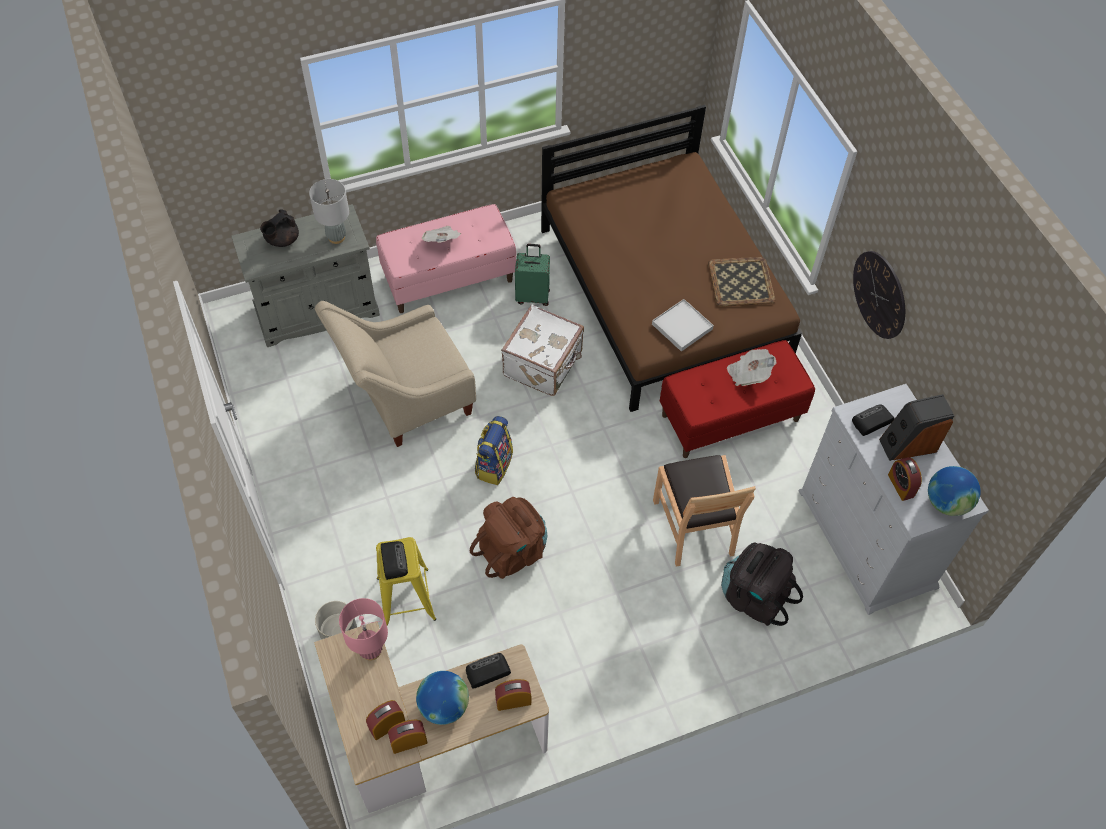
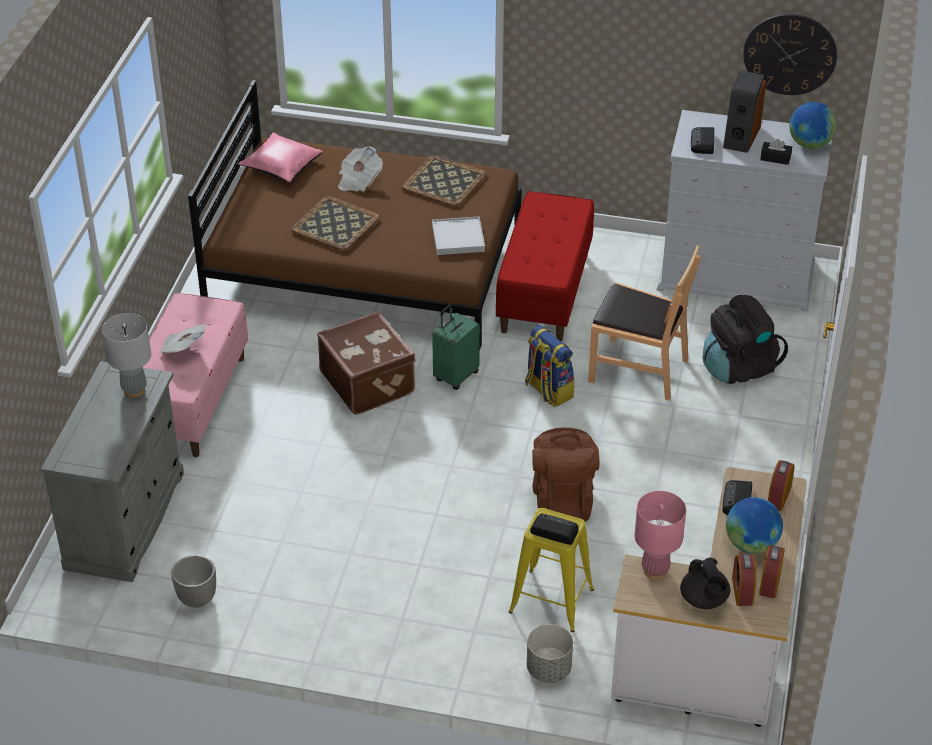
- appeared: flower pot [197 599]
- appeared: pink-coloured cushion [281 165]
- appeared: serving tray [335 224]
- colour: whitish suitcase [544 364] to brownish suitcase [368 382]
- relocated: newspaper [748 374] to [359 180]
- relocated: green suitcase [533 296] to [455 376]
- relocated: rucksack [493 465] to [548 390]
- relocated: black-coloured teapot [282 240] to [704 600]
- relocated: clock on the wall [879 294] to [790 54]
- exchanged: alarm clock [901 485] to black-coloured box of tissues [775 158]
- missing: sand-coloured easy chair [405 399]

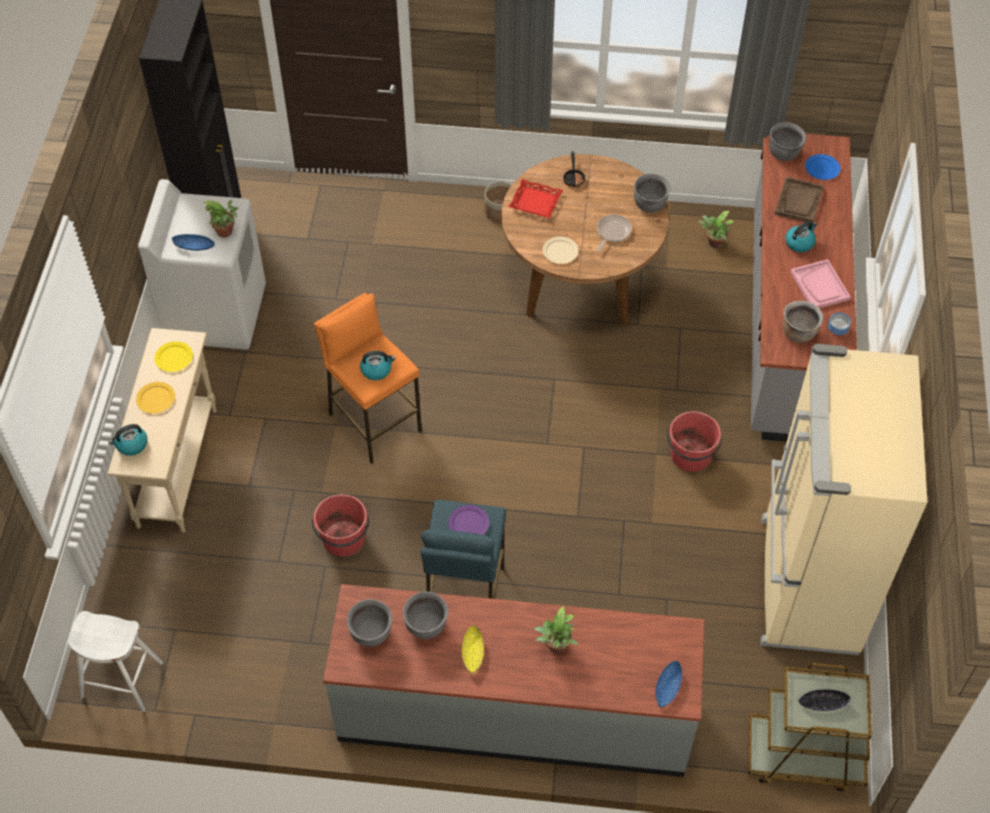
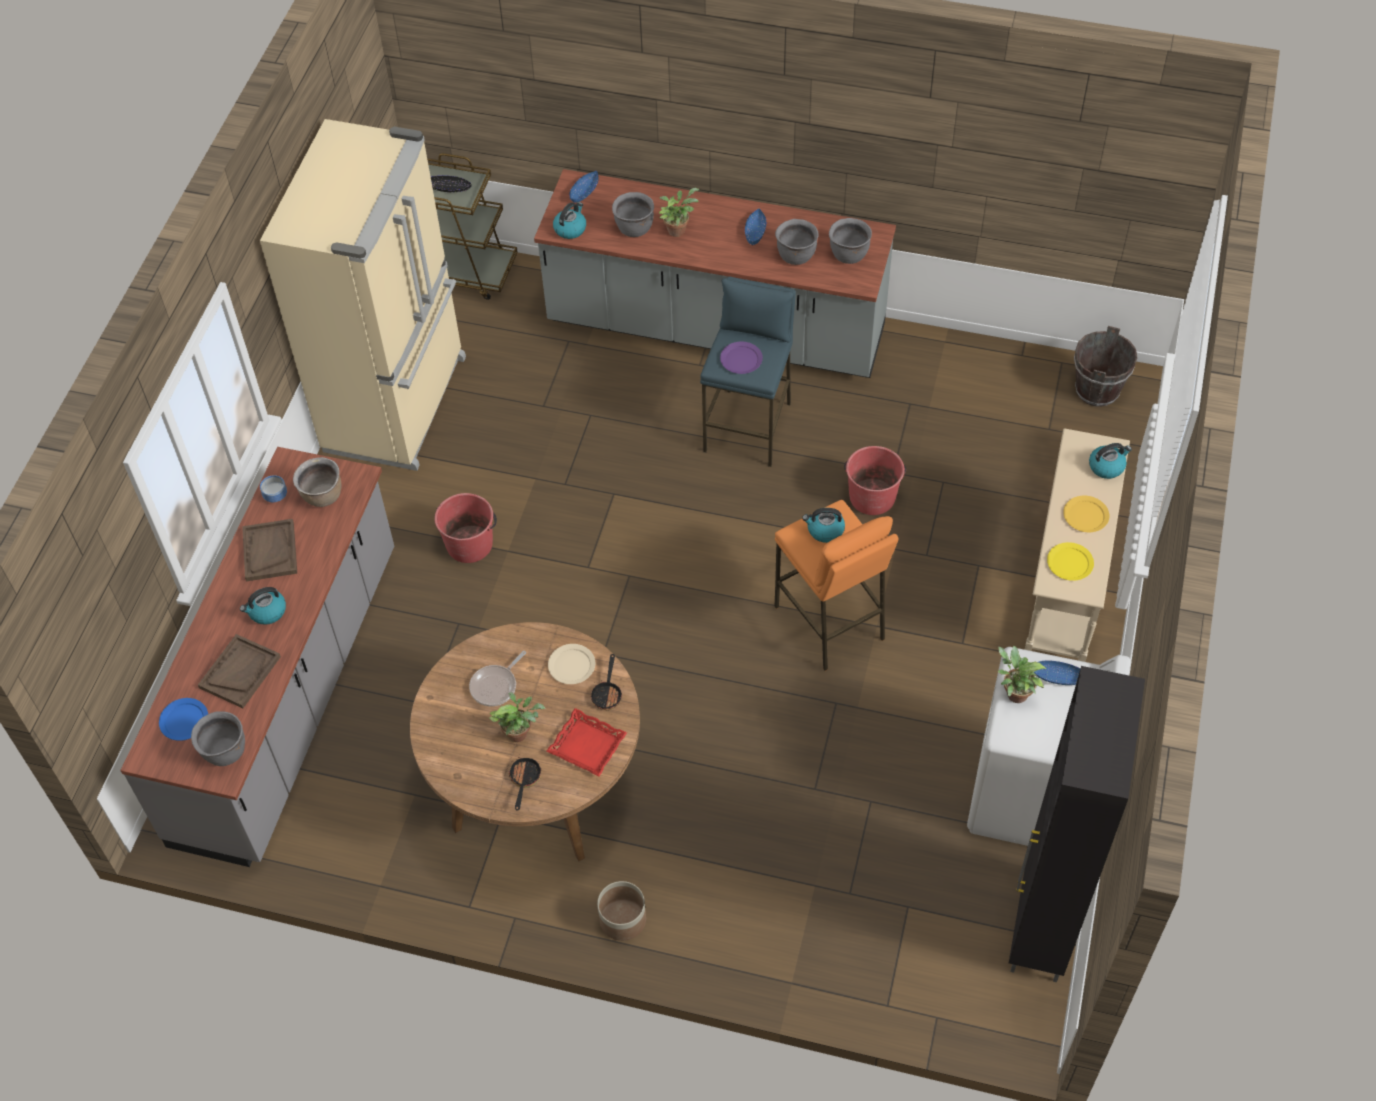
- colour: pink-coloured serving tray [820 286] to brownish serving tray [270 551]
- relocated: plant in a pot [713 244] to [520 732]
- appeared: tea kettle [570 228]
- appeared: pan [607 693]
- relocated: gray stockpot [650 205] to [634 228]
- colour: yellow-coloured serving bowl [473 653] to blue-coloured serving bowl [755 231]
- exchanged: whitish sitting stool [122 680] to brownish pail [1097 390]

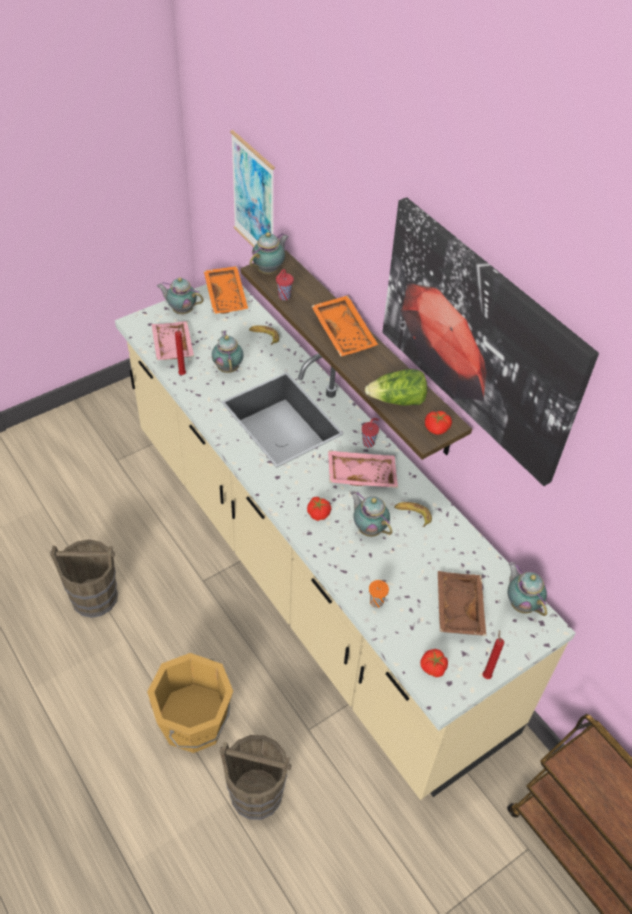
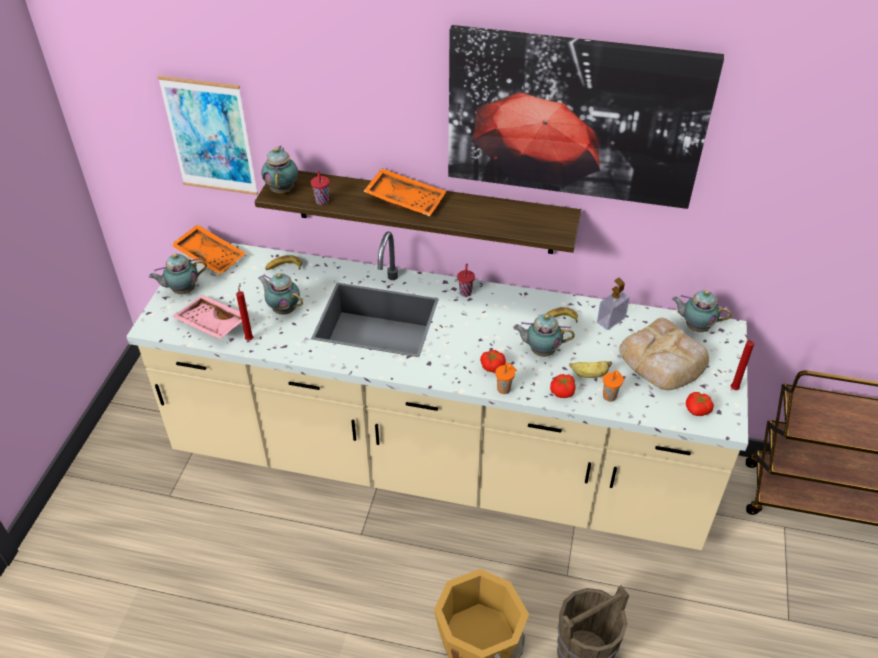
- appeared: orangey cup [504 389]
- relocated: fresh tomato [437 428] to [562 392]
- appeared: banana fruit [589 375]
- appeared: soap dispenser [611 320]
- exchanged: brownish serving tray [457 608] to baked bread [663 360]
- missing: brownish pail [94 597]
- missing: pink-coloured serving tray [361 474]
- missing: lettuce [397 400]

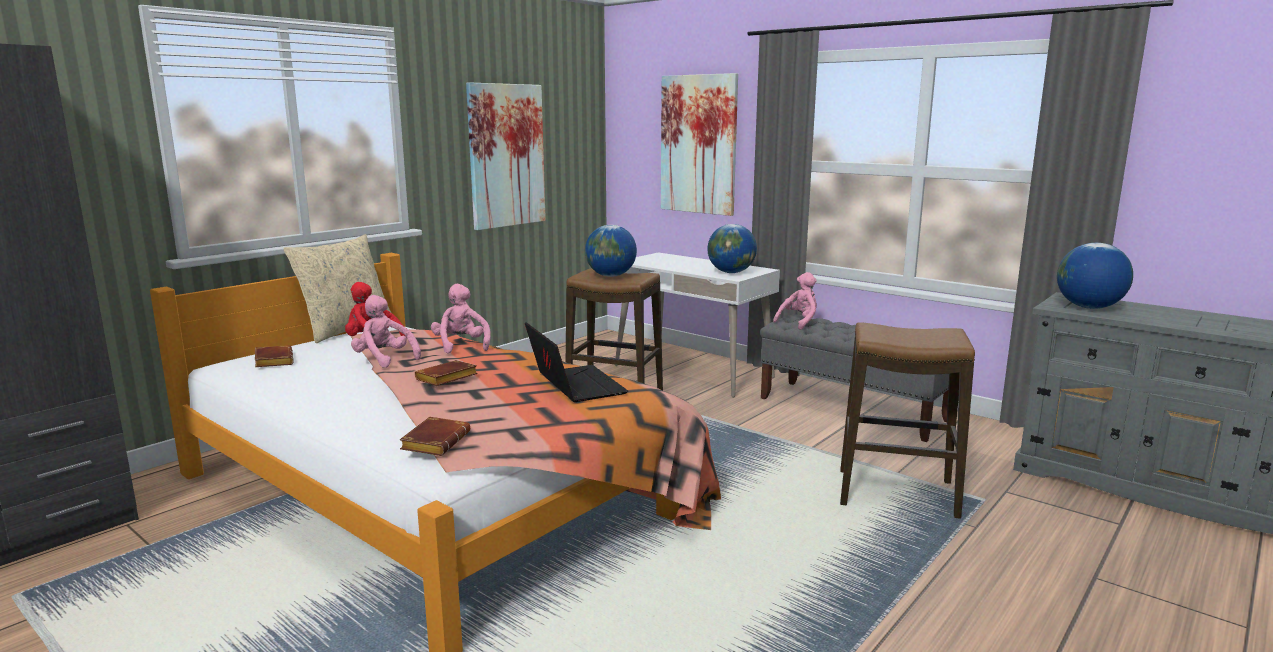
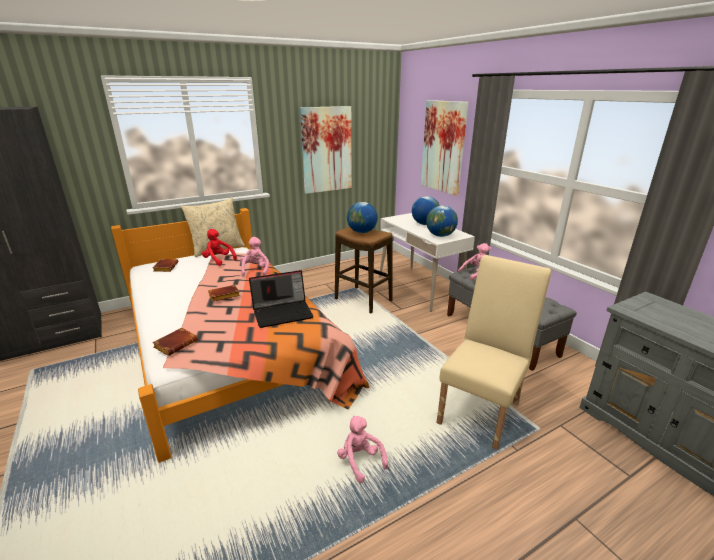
- spun: laptop [574 385] = [283 312] 75 degrees clockwise
- relocated: pink-coloured cuddly toy [384 359] to [360 460]
- relocated: world globe [1088 307] to [425 224]
- exchanged: sitting stool [897 493] to sand-coloured plain chair [482 409]

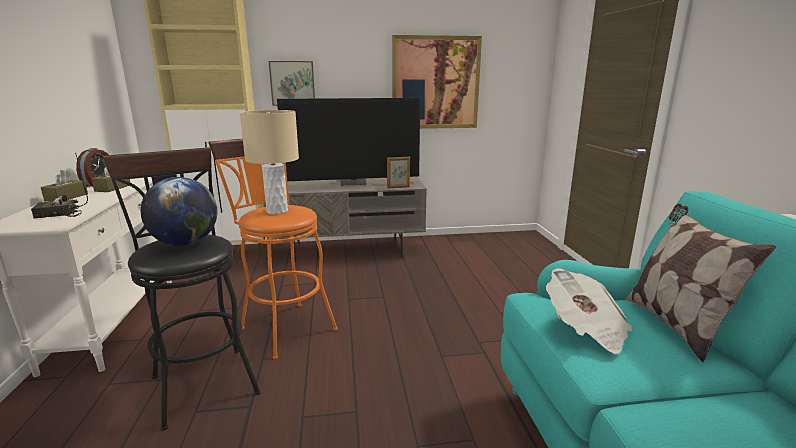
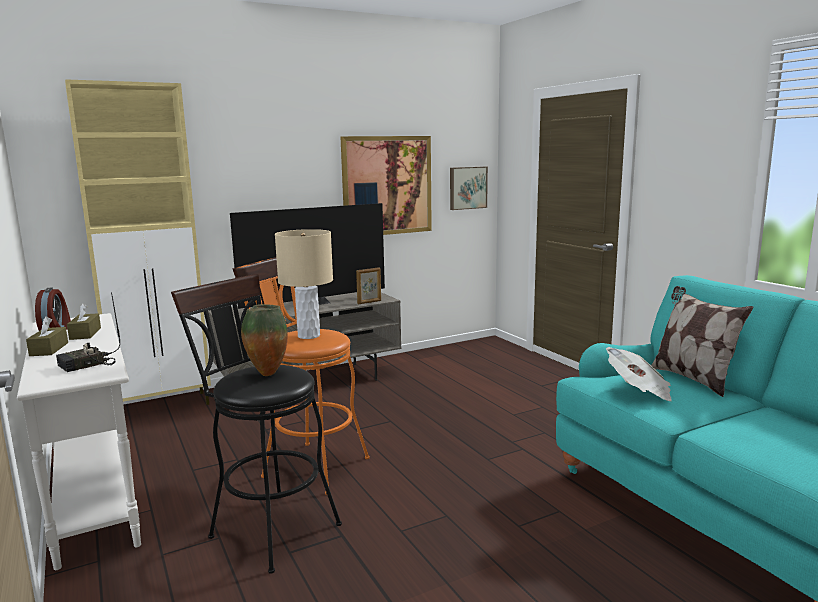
- exchanged: world globe [185 243] to decorative vase [267 374]
- relocated: picture [292 83] to [467 188]

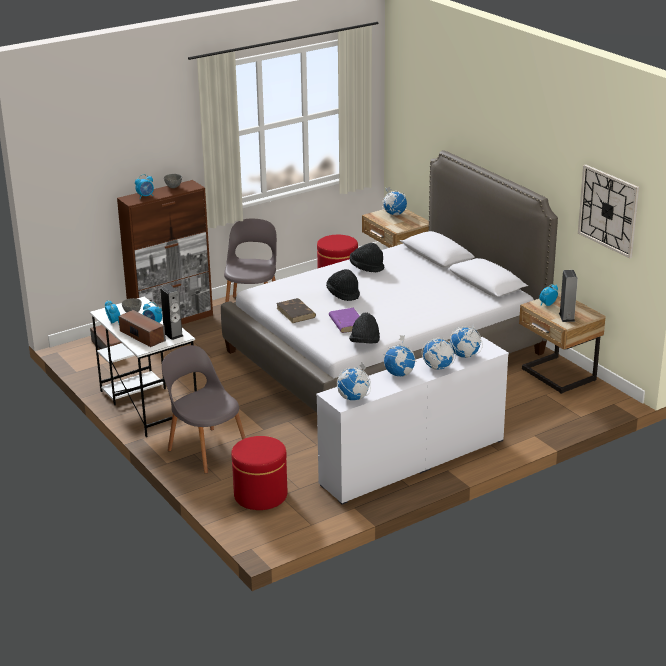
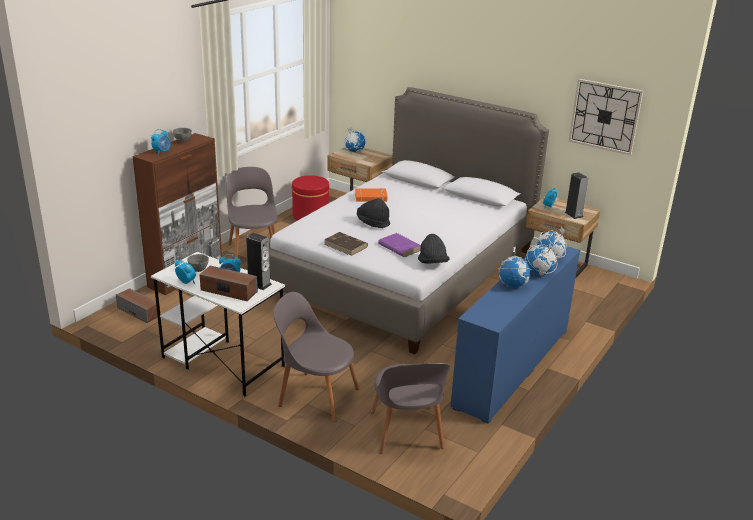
- exchanged: black-coloured hat [366 268] to orangey volume [371 198]
- exchanged: red-coloured footrest [260 495] to gray plain chair [406 433]
- colour: whitish dresser [412 461] to blue-coloured dresser [512 366]
- missing: world globe [353 398]

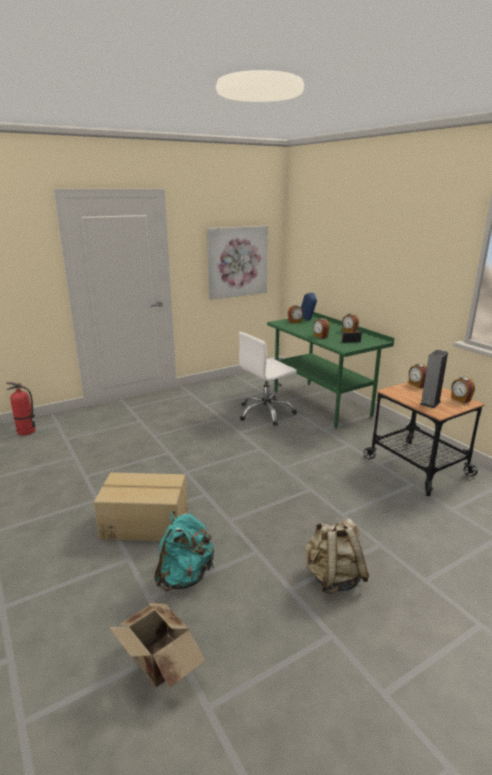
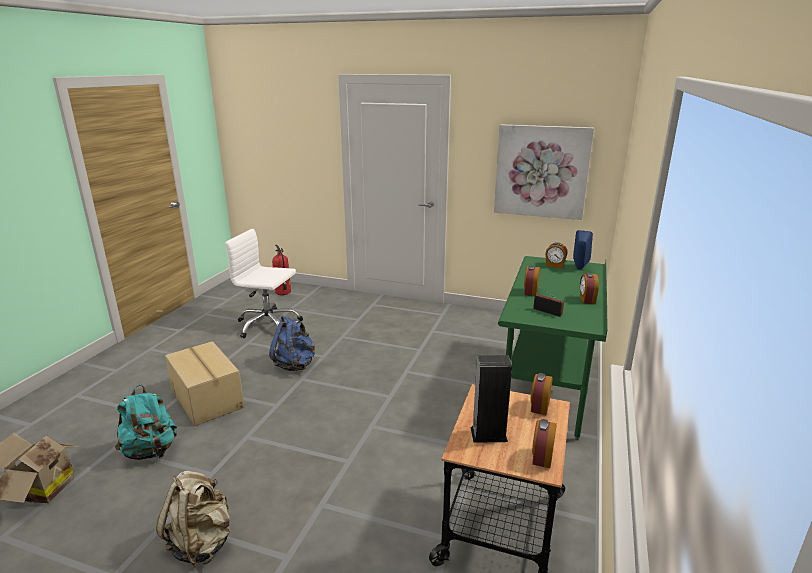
- relocated: whitish office chair [266 413] to [268 325]
- appeared: blue-coloured rucksack [295 365]

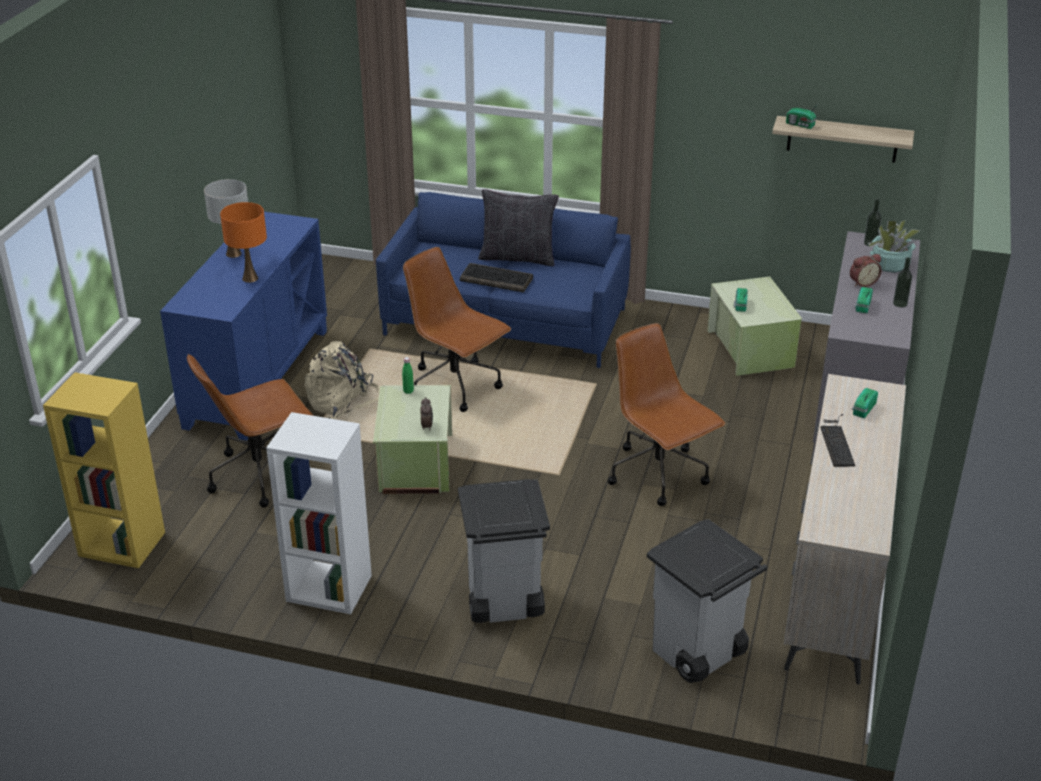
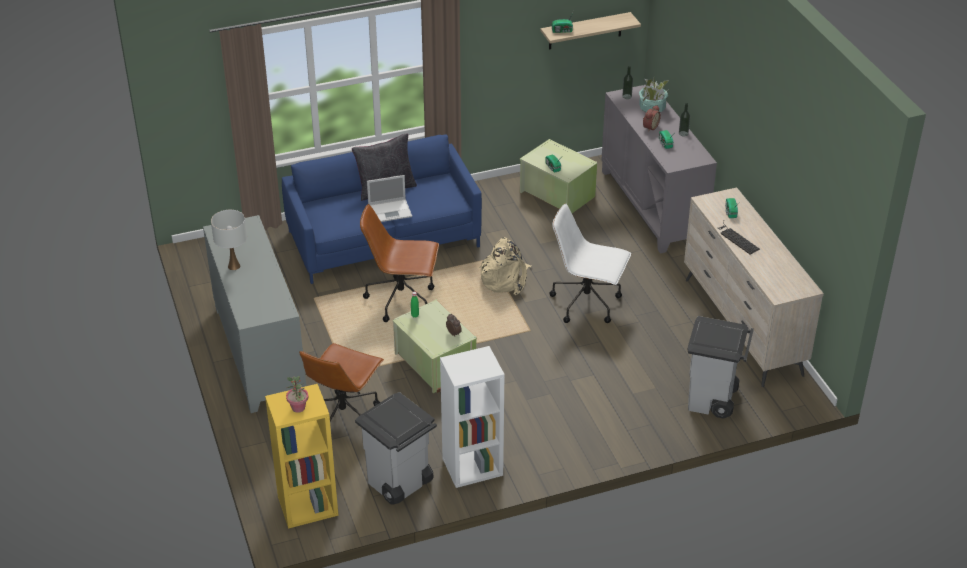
- colour: blue-coloured storage cabinet [257 377] to gray storage cabinet [258 353]
- appeared: plant in a pot [298 408]
- relocated: gray waste bin [503 603] to [399 484]
- exchanged: PC keyboard [497 279] to laptop [391 211]
- relocated: sand-coloured rucksack [343 400] to [505 279]
- colour: brownish office chair [659 474] to whitish office chair [587 303]
- missing: orangey lamp for a table [250 278]

